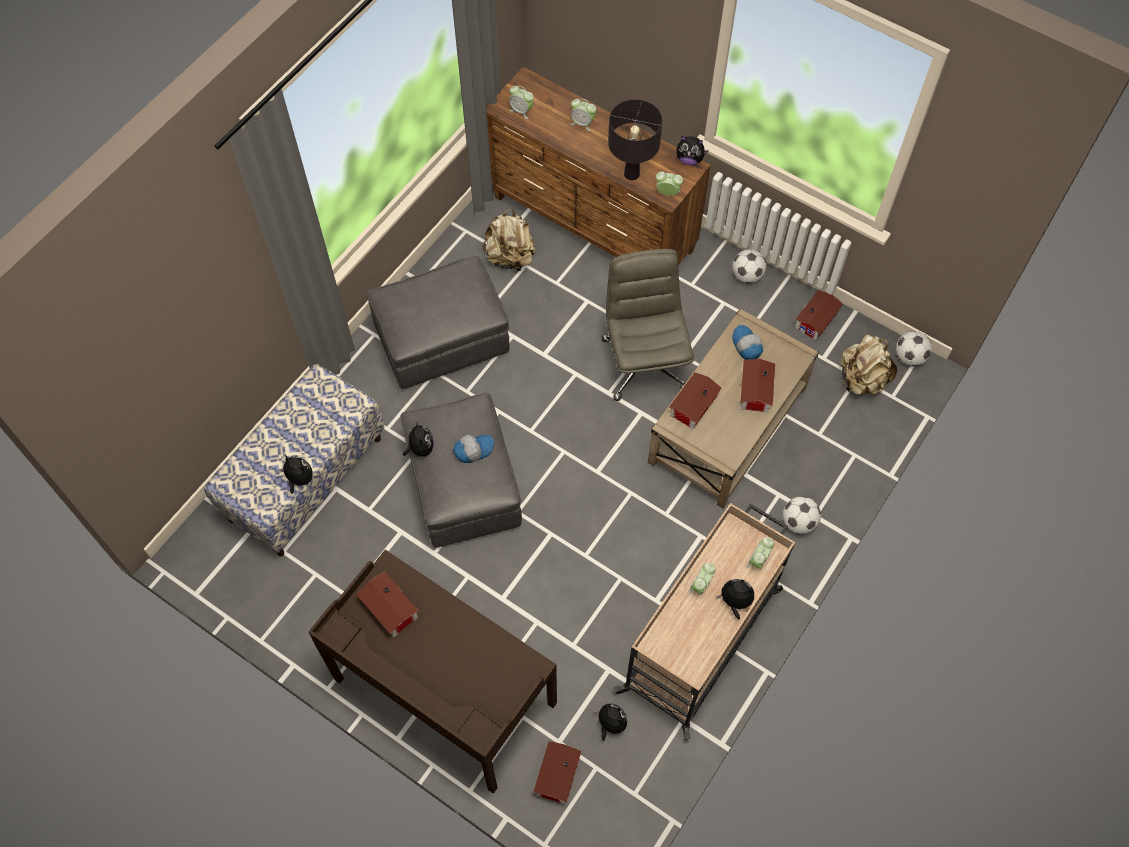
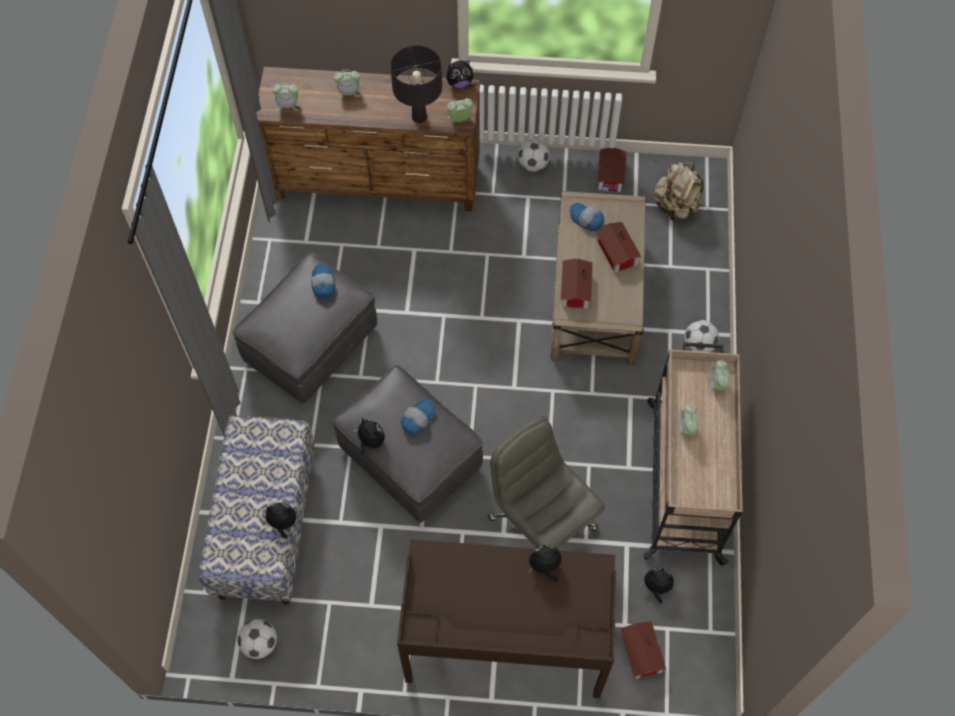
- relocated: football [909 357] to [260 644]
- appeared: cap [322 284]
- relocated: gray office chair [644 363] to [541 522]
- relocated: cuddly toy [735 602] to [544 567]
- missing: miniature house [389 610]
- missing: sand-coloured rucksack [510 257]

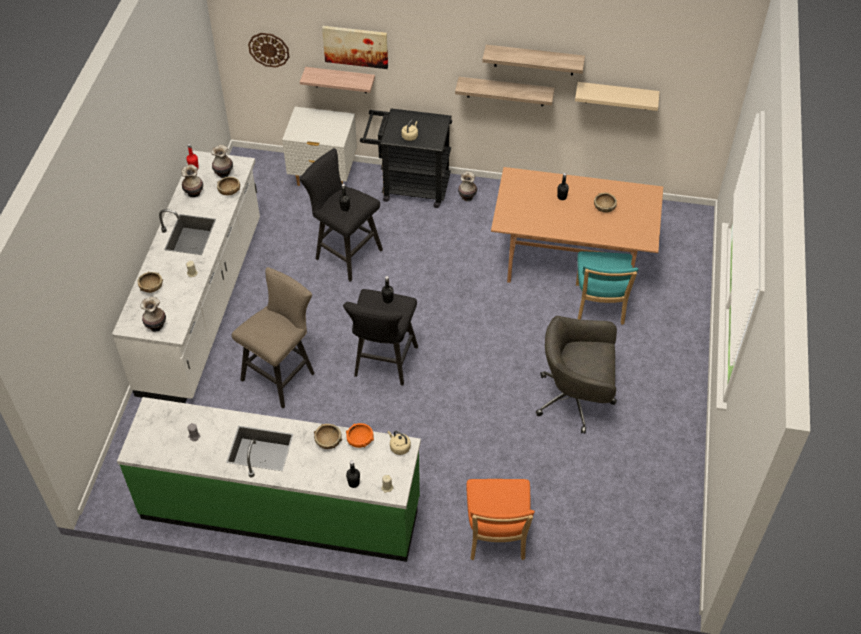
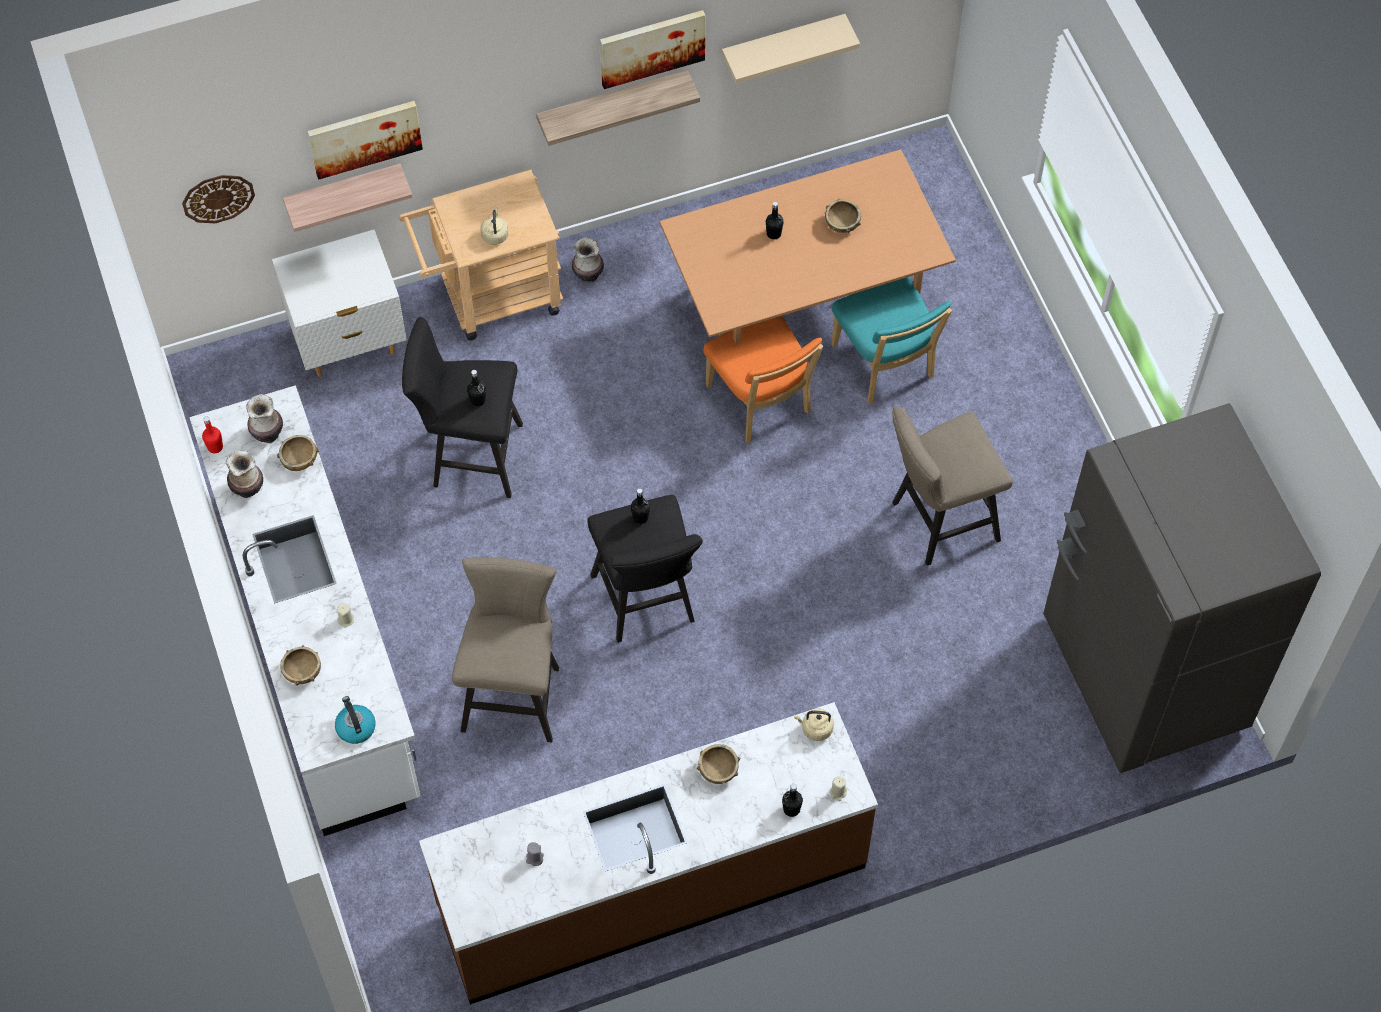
- exchanged: decorative vase [155 326] to tea kettle [355 727]
- colour: black-coloured cart [409 187] to sand-coloured cart [490 298]
- colour: green counter [281 508] to brownish counter [651 886]
- exchanged: wall shelf [534 60] to picture [652 47]
- relocated: orangey plain chair [496 537] to [761 402]
- exchanged: gray office chair [576 399] to sand-coloured sitting stool [938 522]
- appeared: gray refrigerator [1143 674]
- missing: orangey serving bowl [360 440]

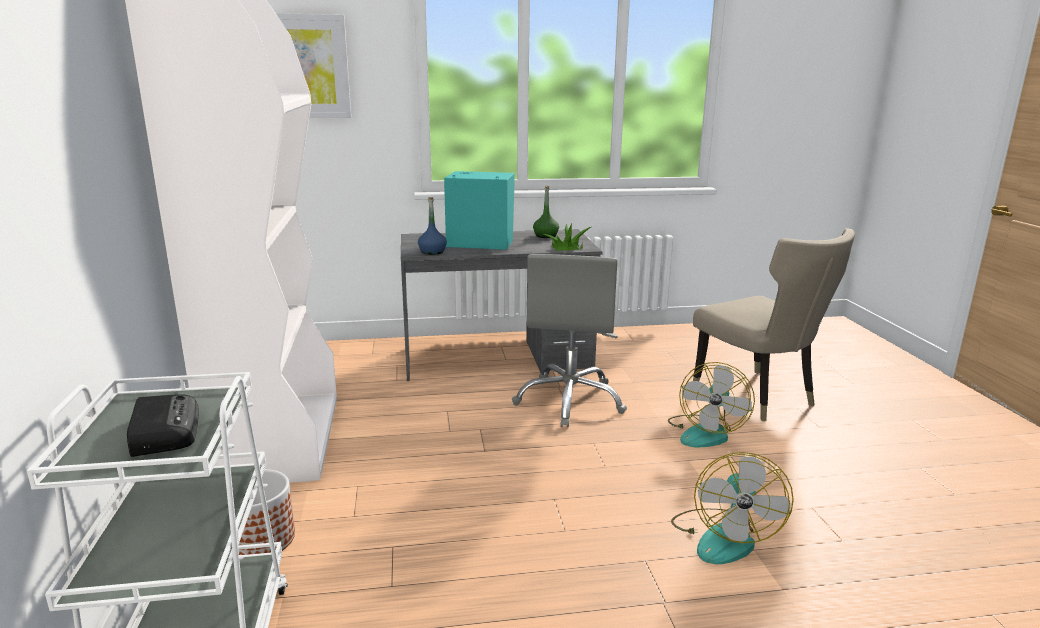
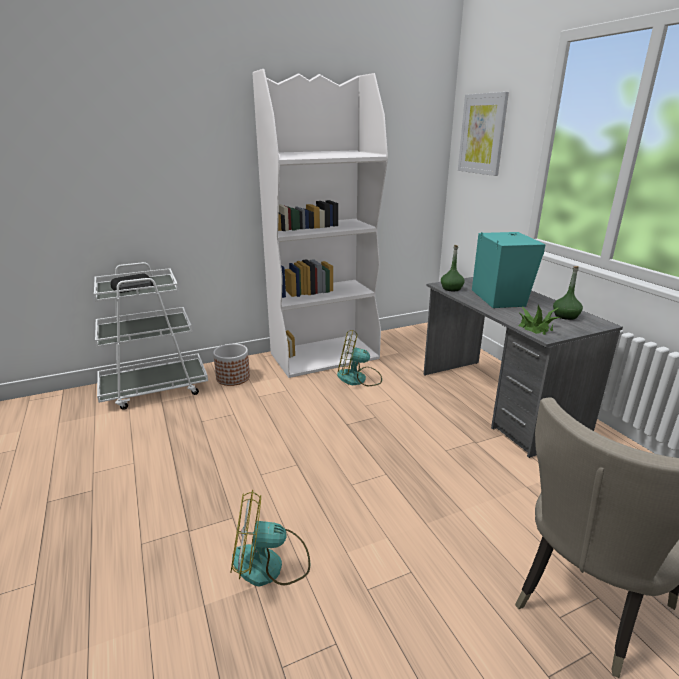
- relocated: electric fan [705 432] to [358 378]
- colour: blue-coloured drink bottle [432 252] to green drink bottle [451 288]
- missing: gray office chair [570 400]

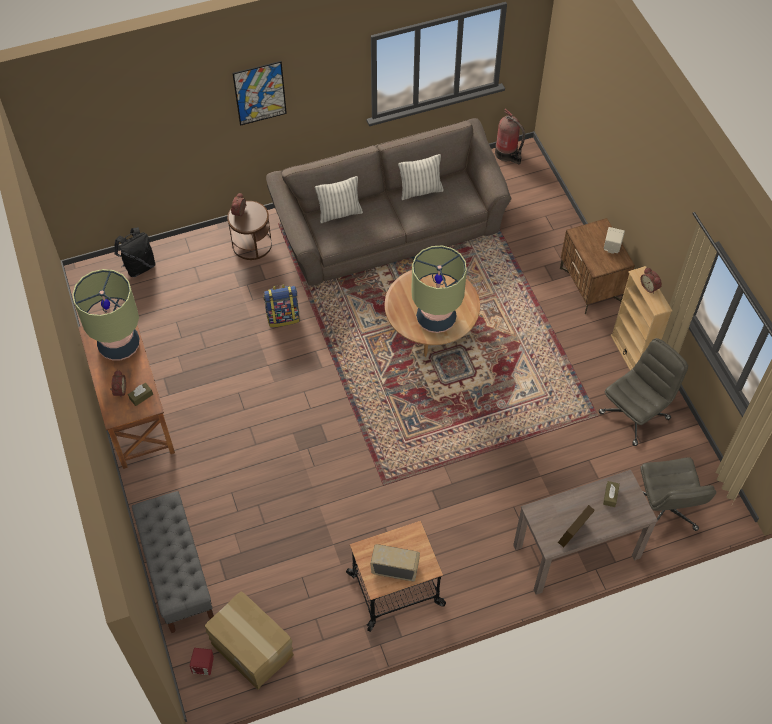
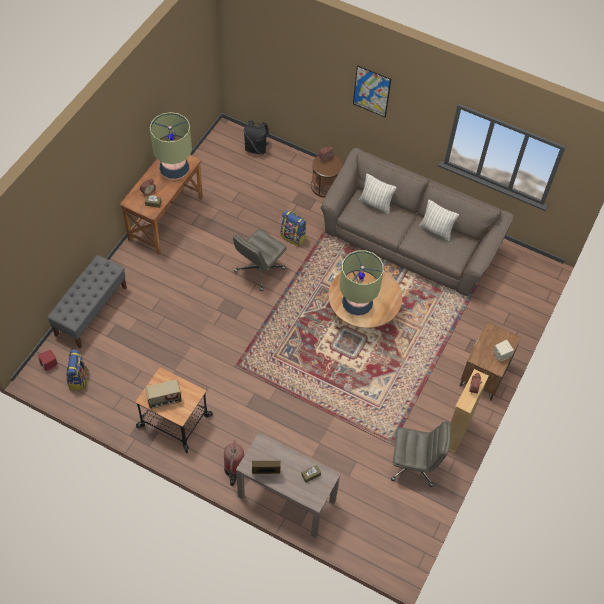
- exchanged: carton [253 648] to rucksack [79 379]
- spun: radio set [395 569] = [164 400] 105 degrees clockwise
- relocated: extinguisher [507 154] to [234 470]
- relocated: gray office chair [665 511] to [259 270]

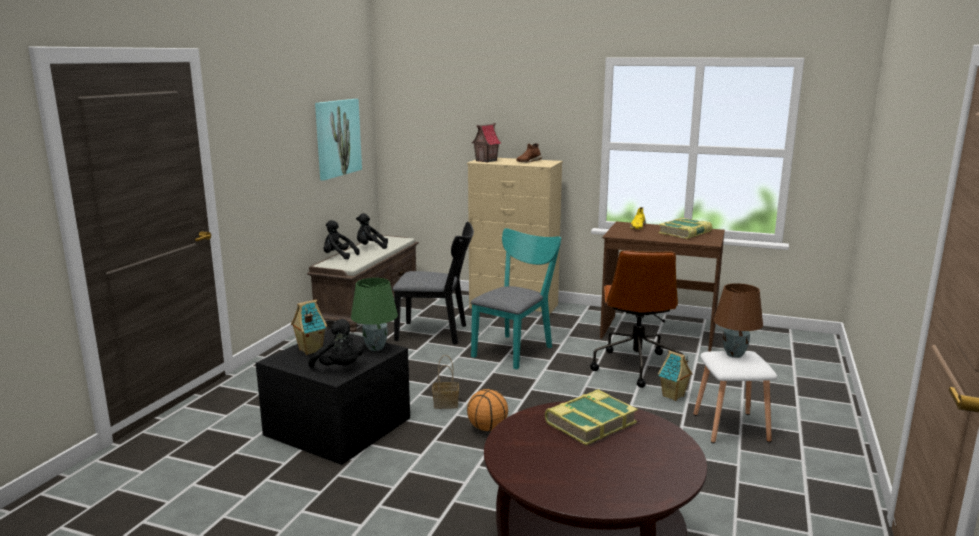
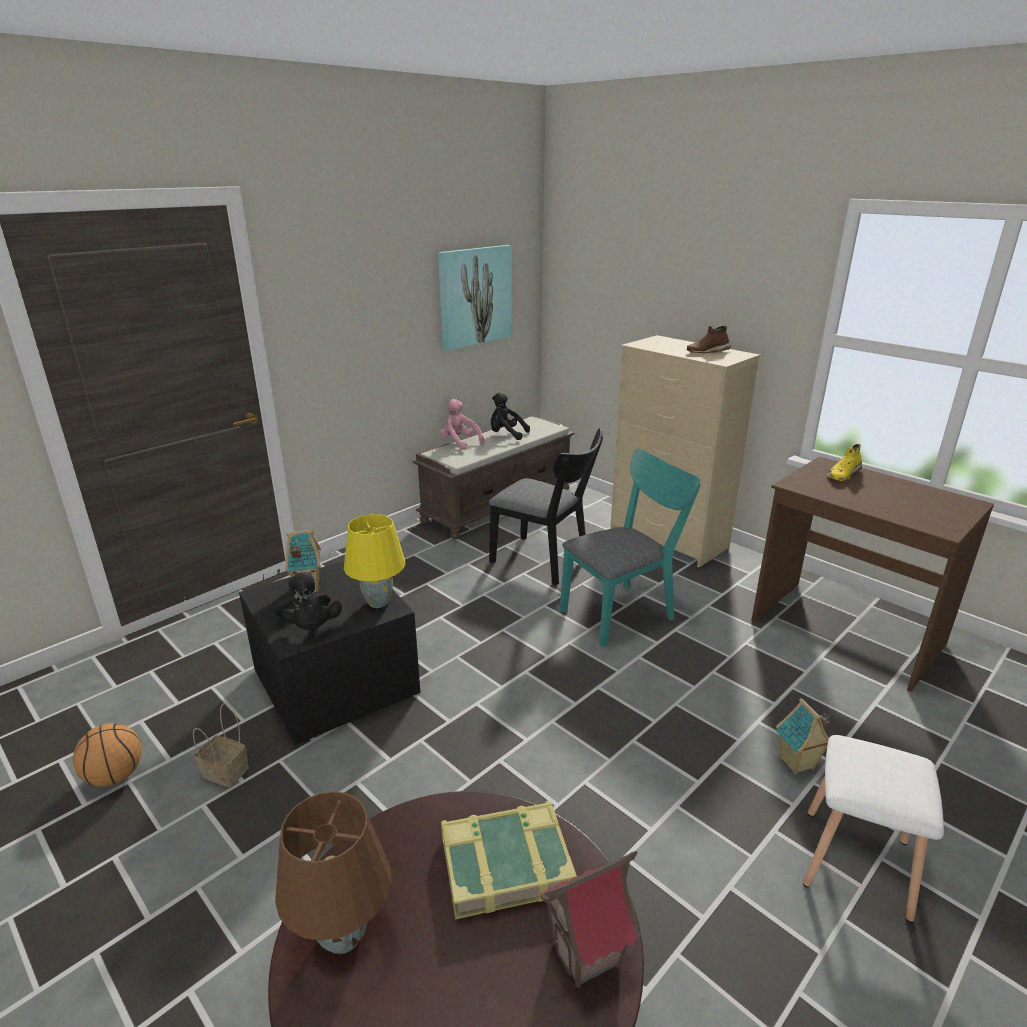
- relocated: basketball ball [487 428] to [114 776]
- relocated: storage basket [446 403] to [227 771]
- relocated: brownish lamp for a table [734 355] to [342 938]
- colour: green lamp for a table [376 348] to yellow-coloured lamp for a table [378 603]
- colour: black-coloured cuddly toy [338 256] to pink-coloured cuddly toy [459 443]
- relocated: miniature house [486 161] to [586 954]
- missing: brownish office chair [636 366]
- missing: volume [685 233]

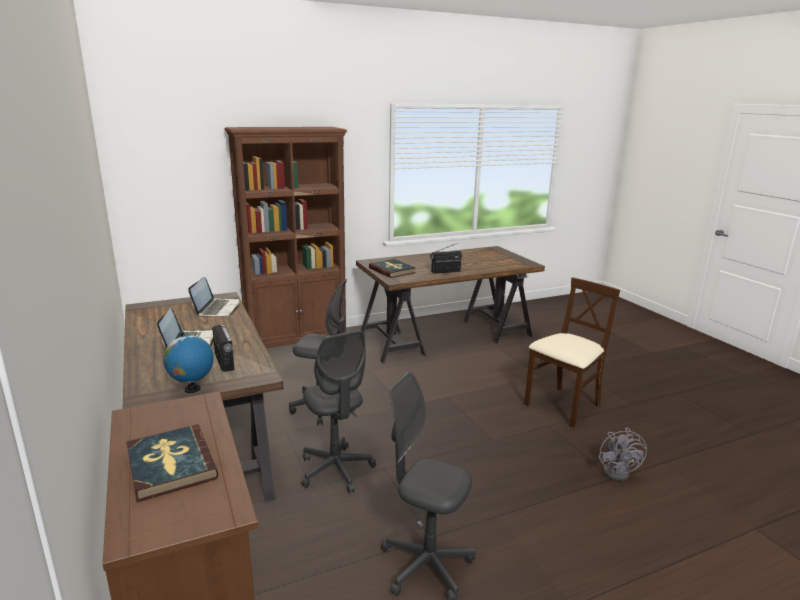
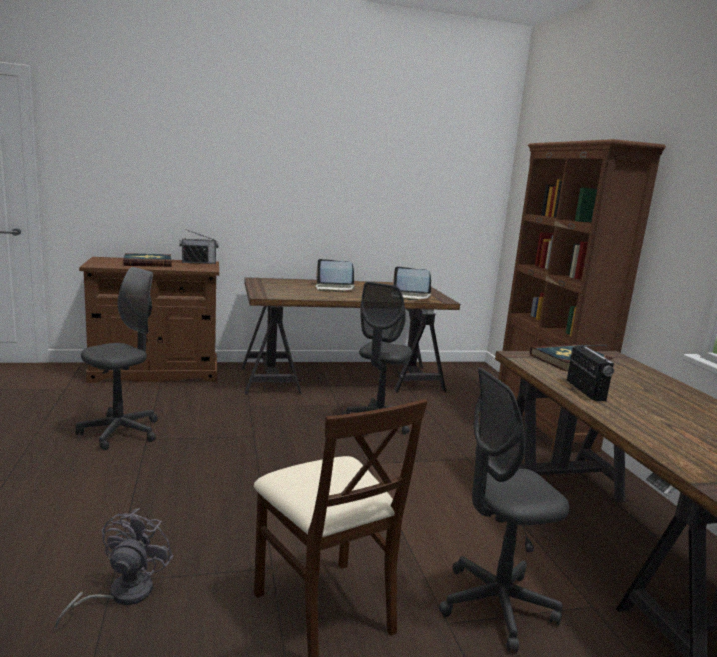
- spun: gray electric fan [618 471] = [121 595] 90 degrees clockwise
- relocated: radio set [224 362] to [198 262]
- relocated: gray office chair [336 470] to [496 606]
- missing: world globe [192 389]

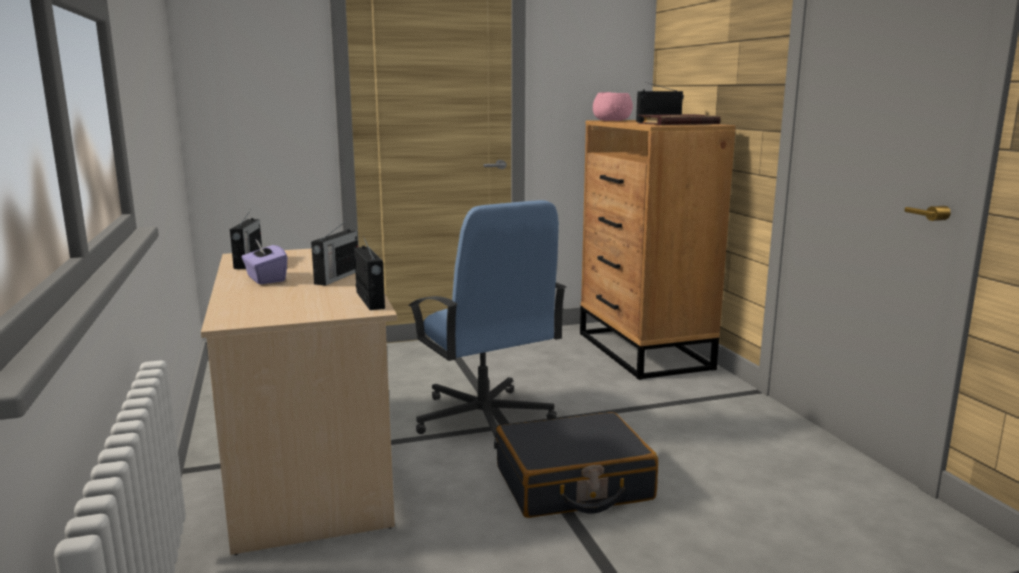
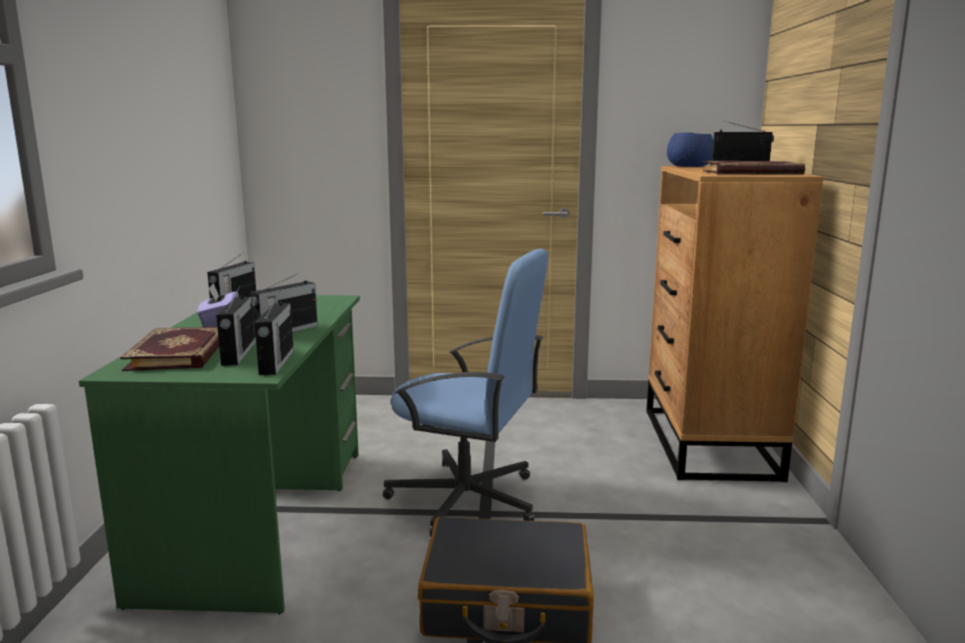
- colour: sand-coloured desk [307 462] to green desk [261 518]
- appeared: volume [180 353]
- appeared: radio set [238 354]
- spun: blue-coloured office chair [483 418] = [467 500] 60 degrees counterclockwise
- colour: pink-coloured serving bowl [611 120] to blue-coloured serving bowl [689 166]

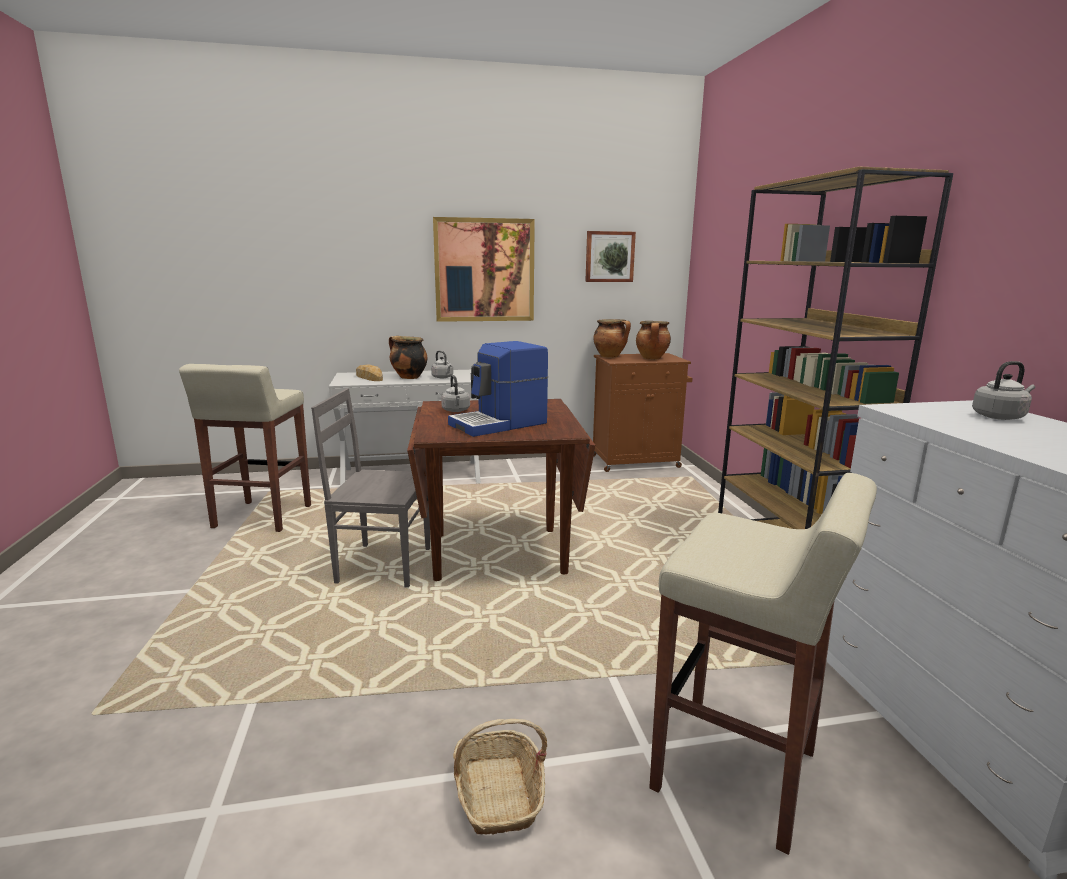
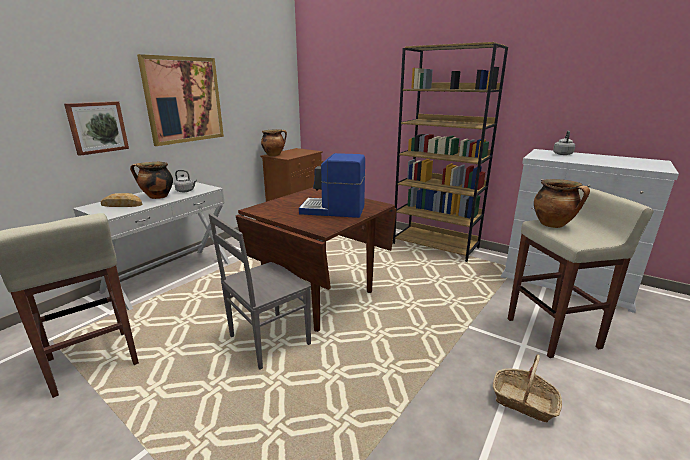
- relocated: picture [609 256] to [97 127]
- spun: coffee maker [499 424] = [333 210] 90 degrees clockwise
- relocated: stockpot [652 358] to [553 225]
- missing: gray tea kettle [456 410]

